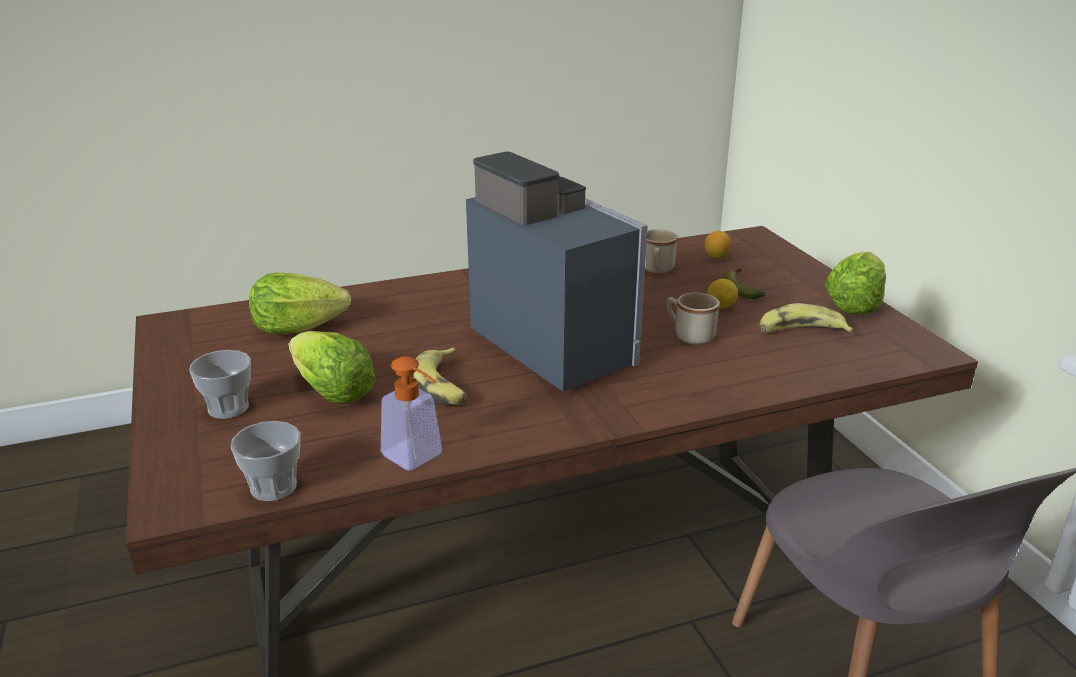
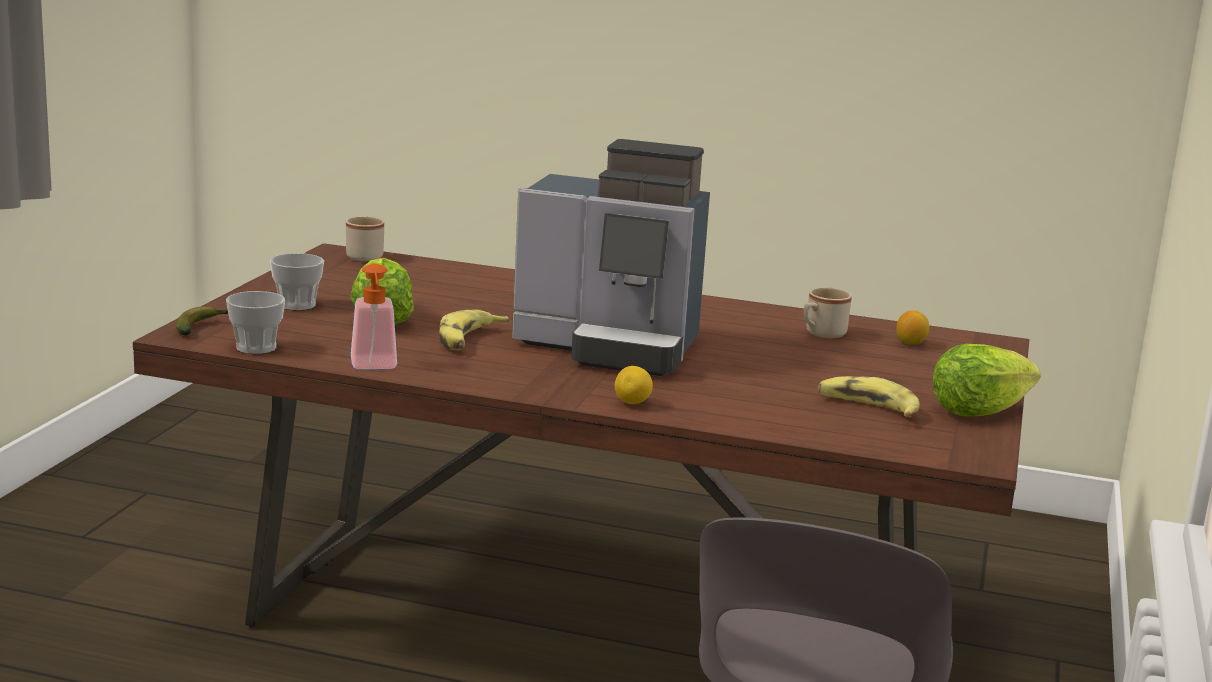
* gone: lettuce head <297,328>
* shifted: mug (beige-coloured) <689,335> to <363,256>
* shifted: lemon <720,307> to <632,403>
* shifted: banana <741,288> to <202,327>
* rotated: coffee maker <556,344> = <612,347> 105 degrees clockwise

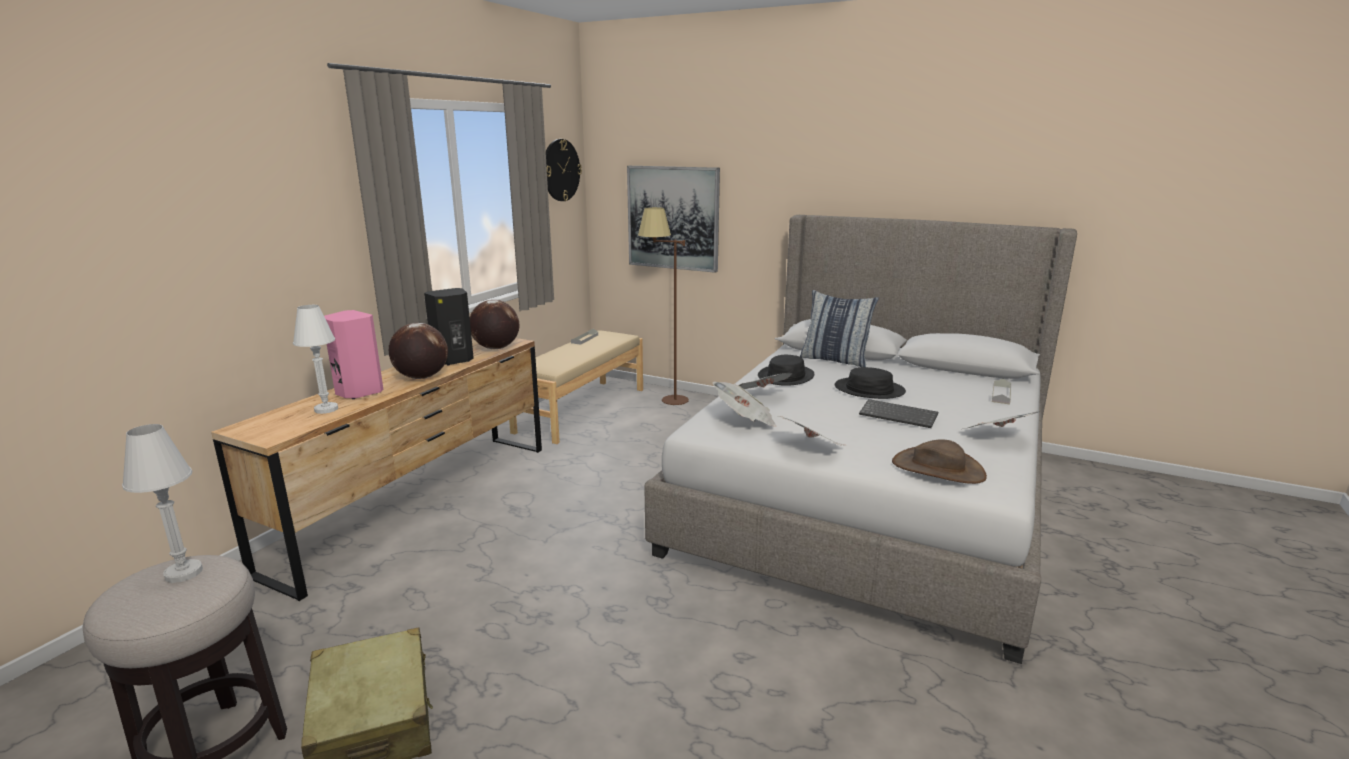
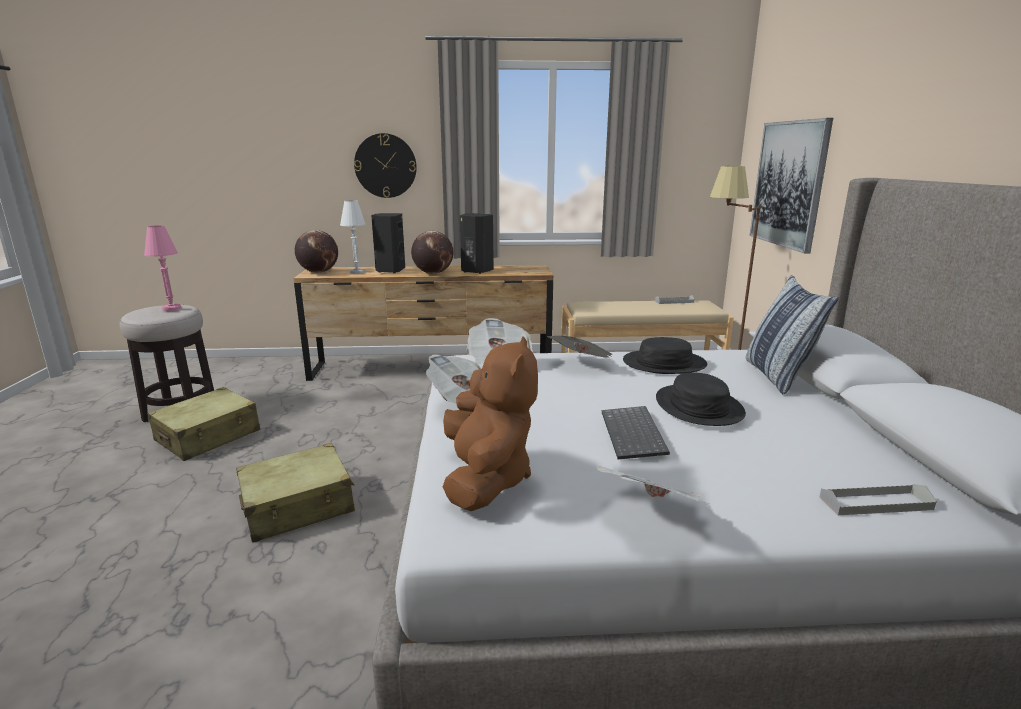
* new: suitcase (beige-coloured) <298,506>
* shifted: globe <496,348> to <318,272>
* shifted: hanging clock <560,170> to <385,166>
* swapped: clothing hat (brown-coloured) <938,469> to soft toy (brown-coloured) <486,479>
* repainted: table lamp (white) <184,573> to table lamp (pinkish) <171,308>
* repainted: speaker (pinkish) <357,392> to speaker (black) <390,270>

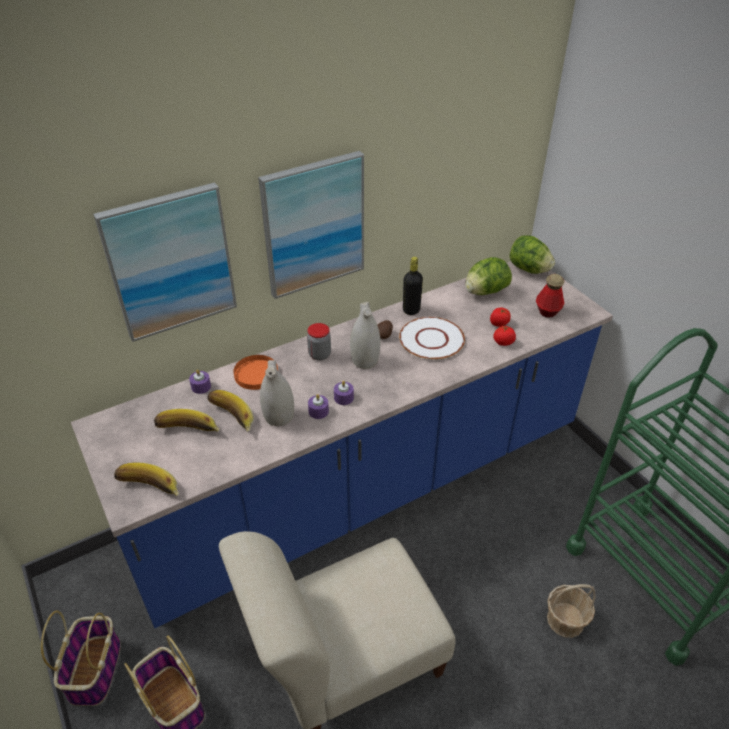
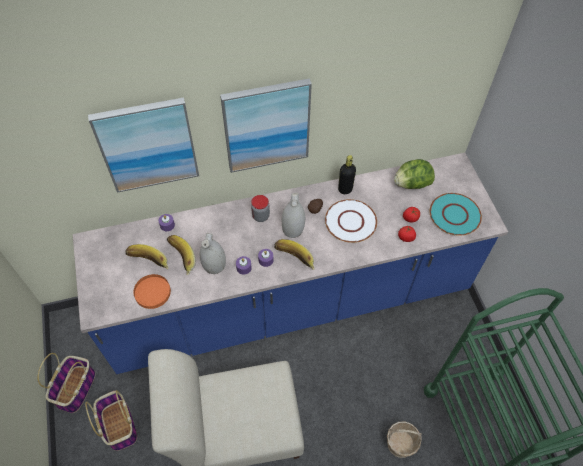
* gone: lettuce head <528,269>
* shifted: banana <148,490> to <294,259>
* shifted: dinner plate (orangey) <256,374> to <152,292>
* swapped: drink bottle <547,311> to dinner plate (turquoise) <455,215>

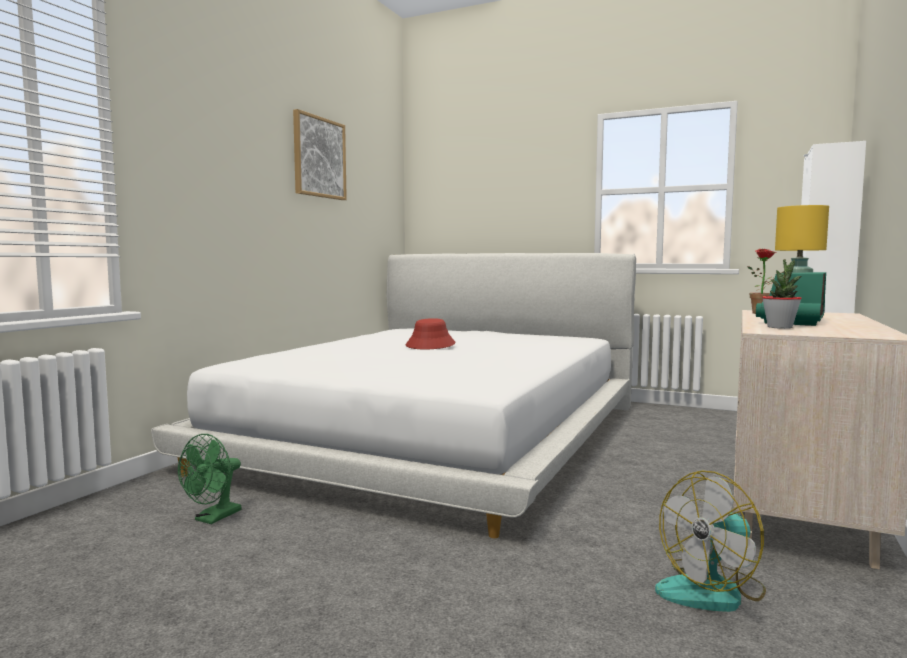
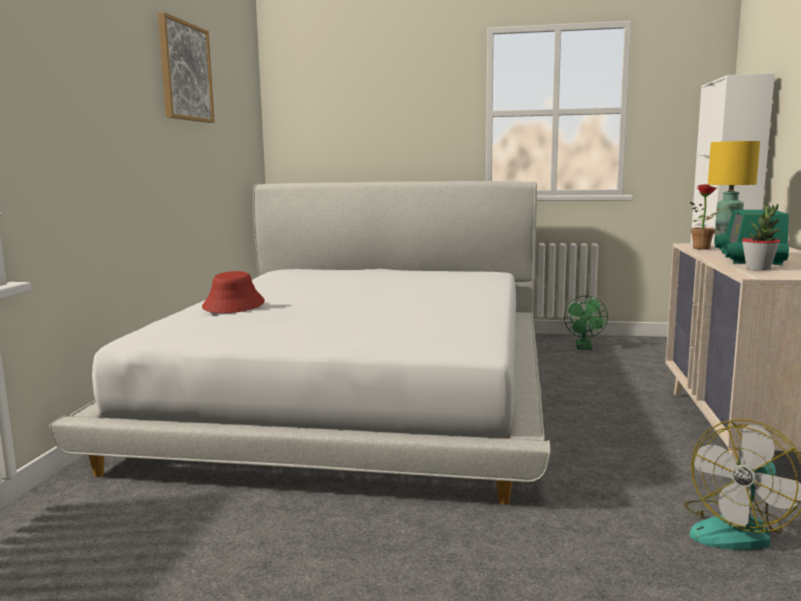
* shifted: fan (green-coloured) <213,518> to <584,347>
* shifted: clothing hat (red) <430,345> to <234,305>

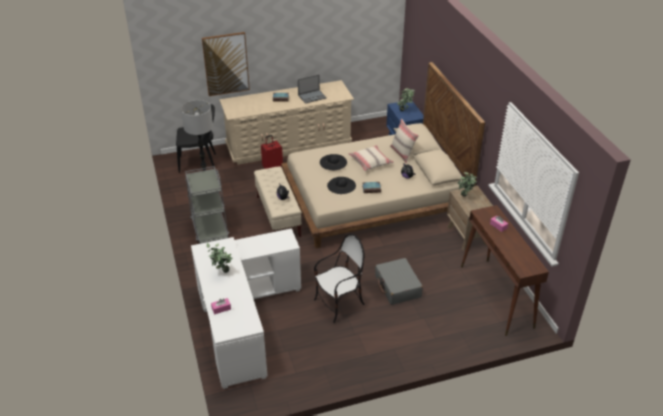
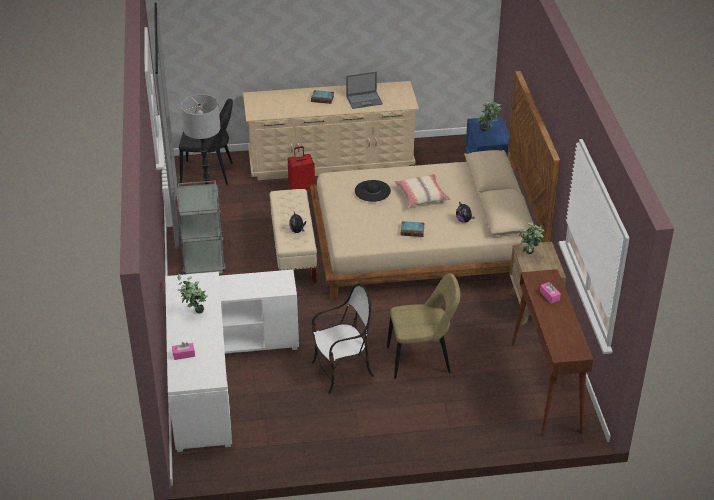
* gone: wall art <226,64>
* gone: clothing hat (black) <341,185>
* gone: cushion (beige-coloured) <402,153>
* swapped: suitcase (gray) <397,287> to chair (beige-coloured) <422,360>

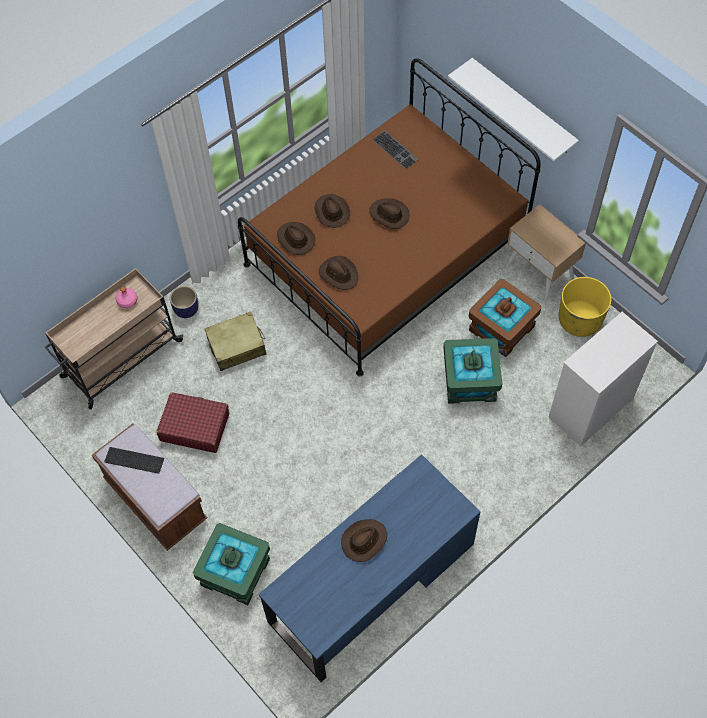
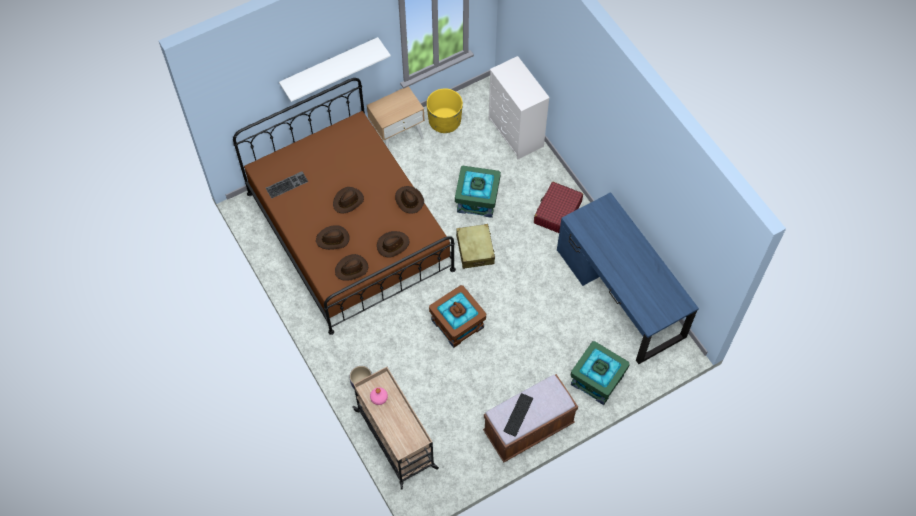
* shifted: suitcase (red) <194,427> to <557,212>
* shifted: suitcase (beige-coloured) <237,346> to <475,250>
* shifted: clothing hat (brown-coloured) <364,540> to <409,200>
* shifted: storage bin (brown-coloured) <502,328> to <458,323>

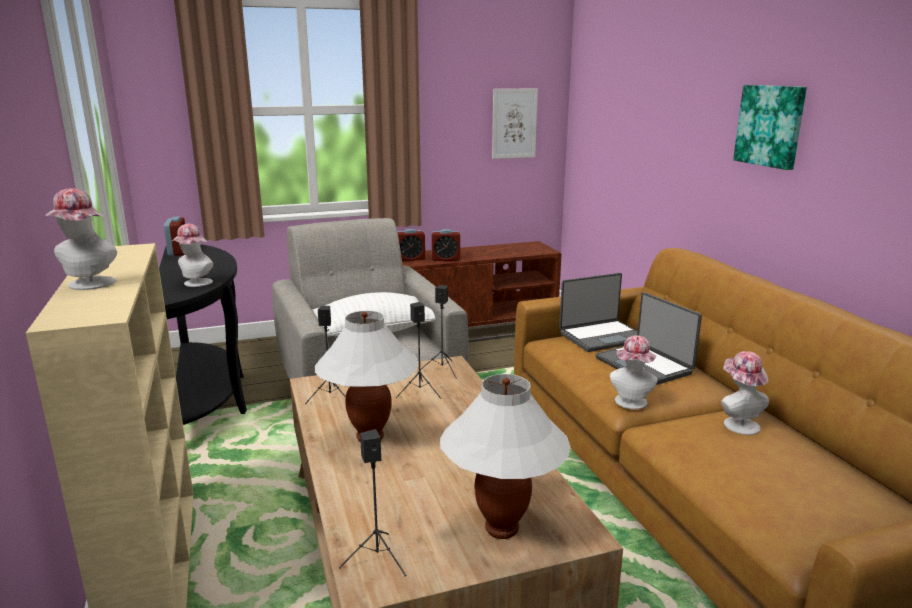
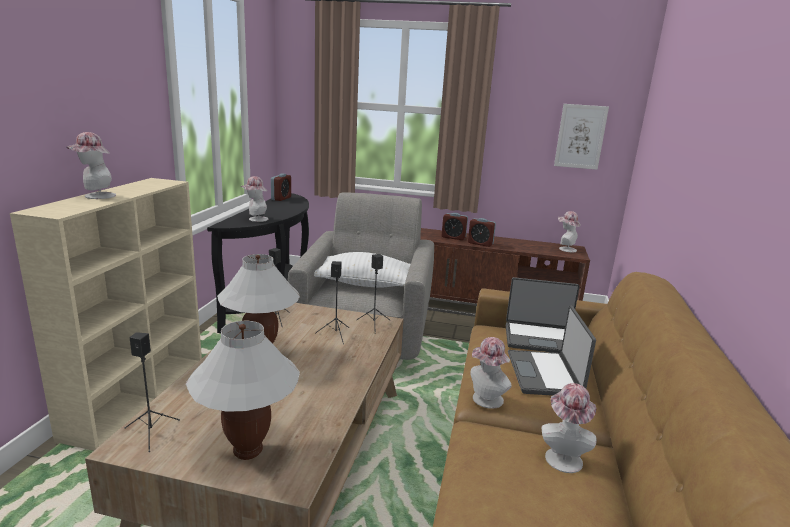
* gone: wall art <771,126>
* new: clothing hat <565,249>

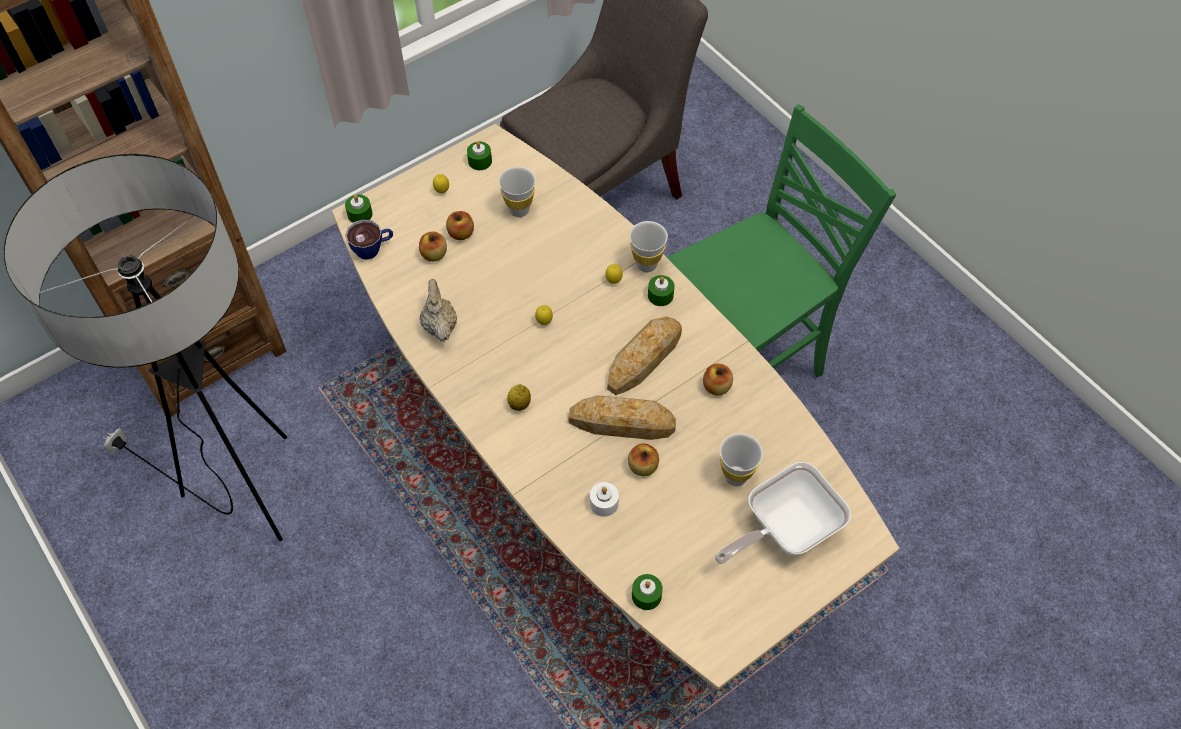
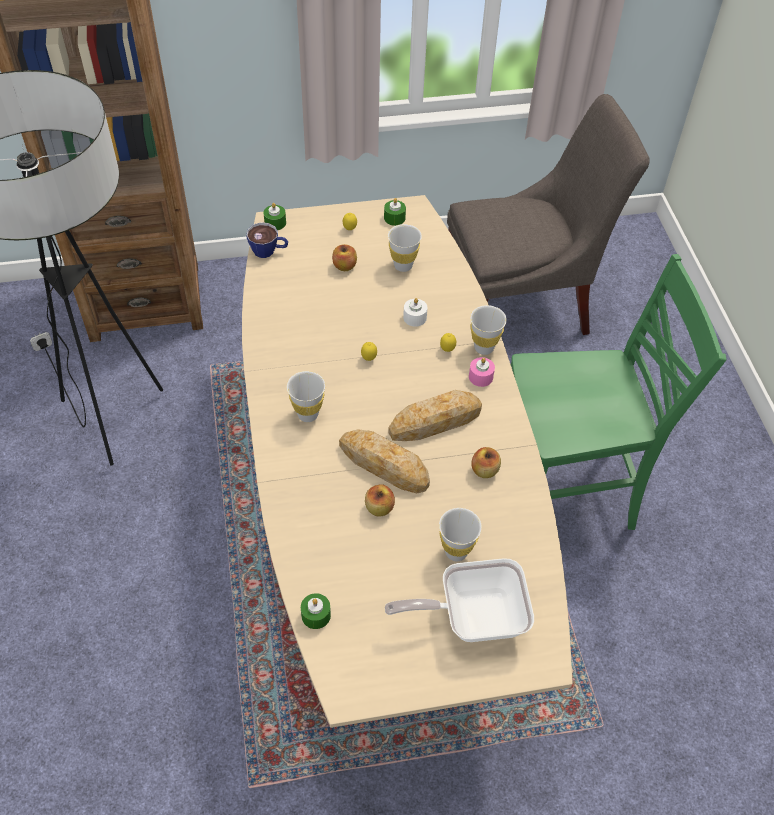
* gone: apple fruit <434,255>
* gone: tea pot (beige-coloured) <439,325>
* shifted: wax candle (white) <604,503> to <415,317>
* swapped: lemon <519,404> to drinking cup (white) <308,414>
* repainted: wax candle (green-coloured) <660,295> to wax candle (pinkish) <480,377>

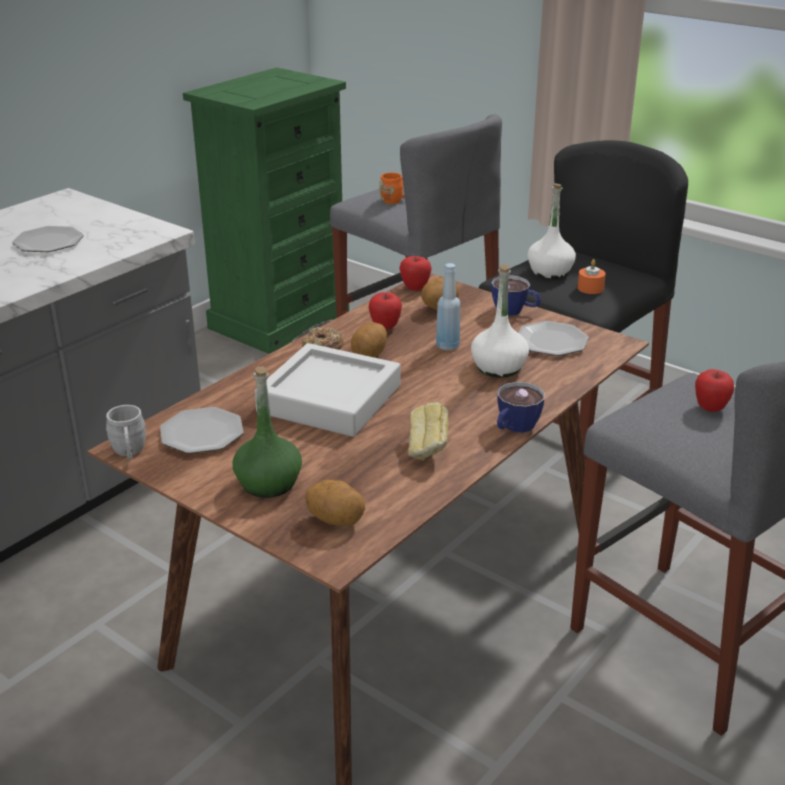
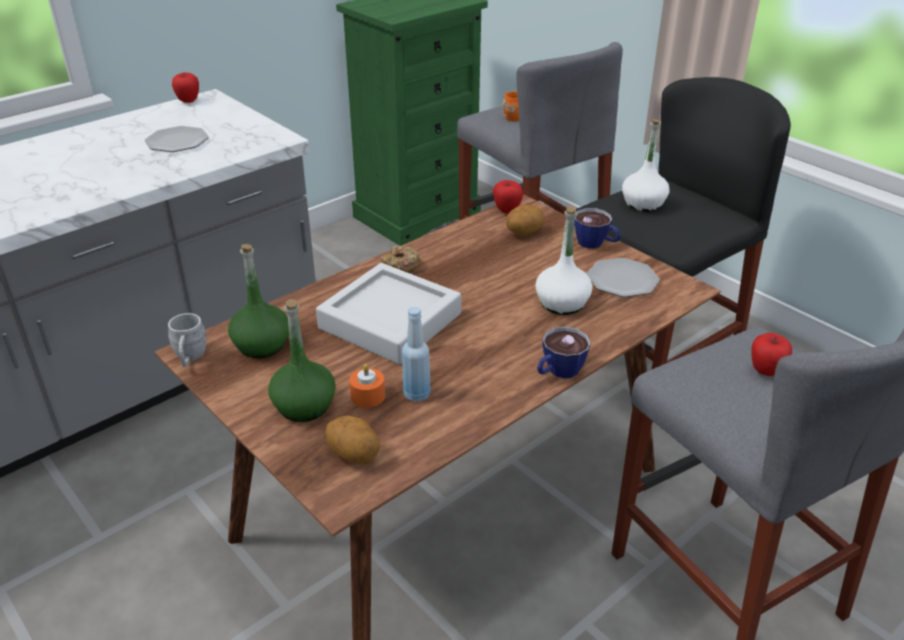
* gone: spud <369,355>
* gone: bakery bread <427,450>
* shifted: apple fruit <385,327> to <188,101>
* shifted: drink bottle (blue) <447,346> to <416,394>
* shifted: wax candle (orangey) <590,288> to <368,396>
* swapped: dinner plate <202,433> to drink bottle (green-coloured) <262,344>

